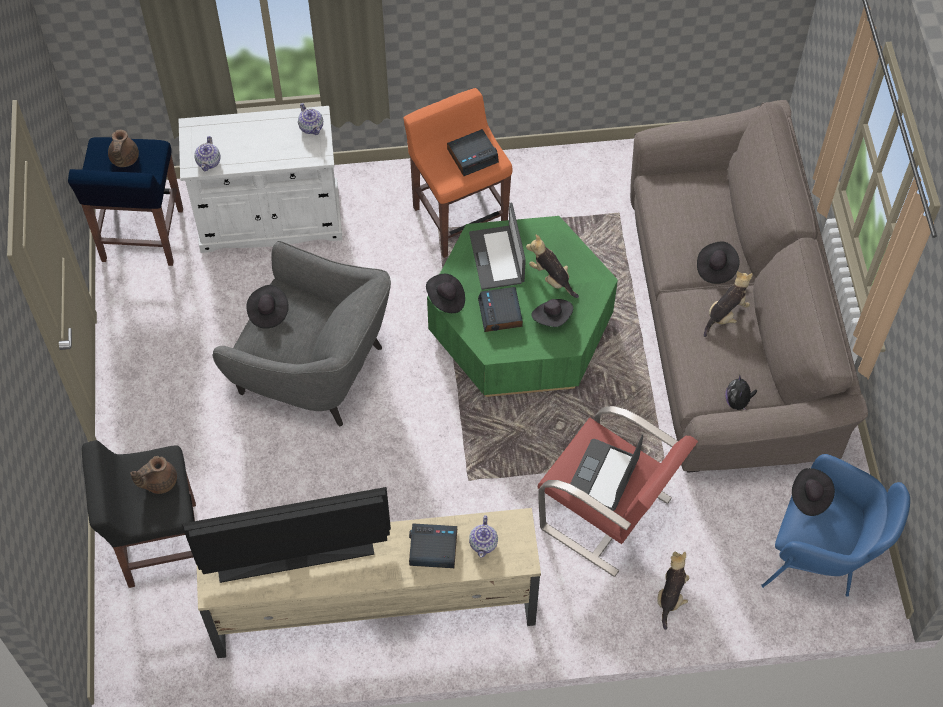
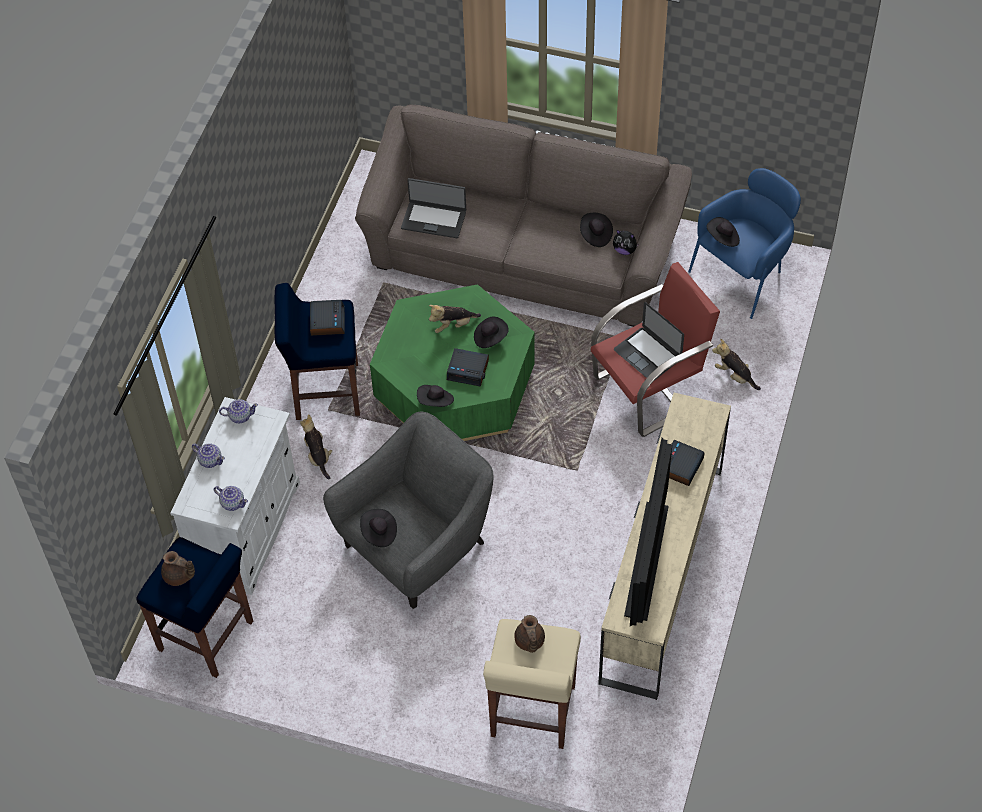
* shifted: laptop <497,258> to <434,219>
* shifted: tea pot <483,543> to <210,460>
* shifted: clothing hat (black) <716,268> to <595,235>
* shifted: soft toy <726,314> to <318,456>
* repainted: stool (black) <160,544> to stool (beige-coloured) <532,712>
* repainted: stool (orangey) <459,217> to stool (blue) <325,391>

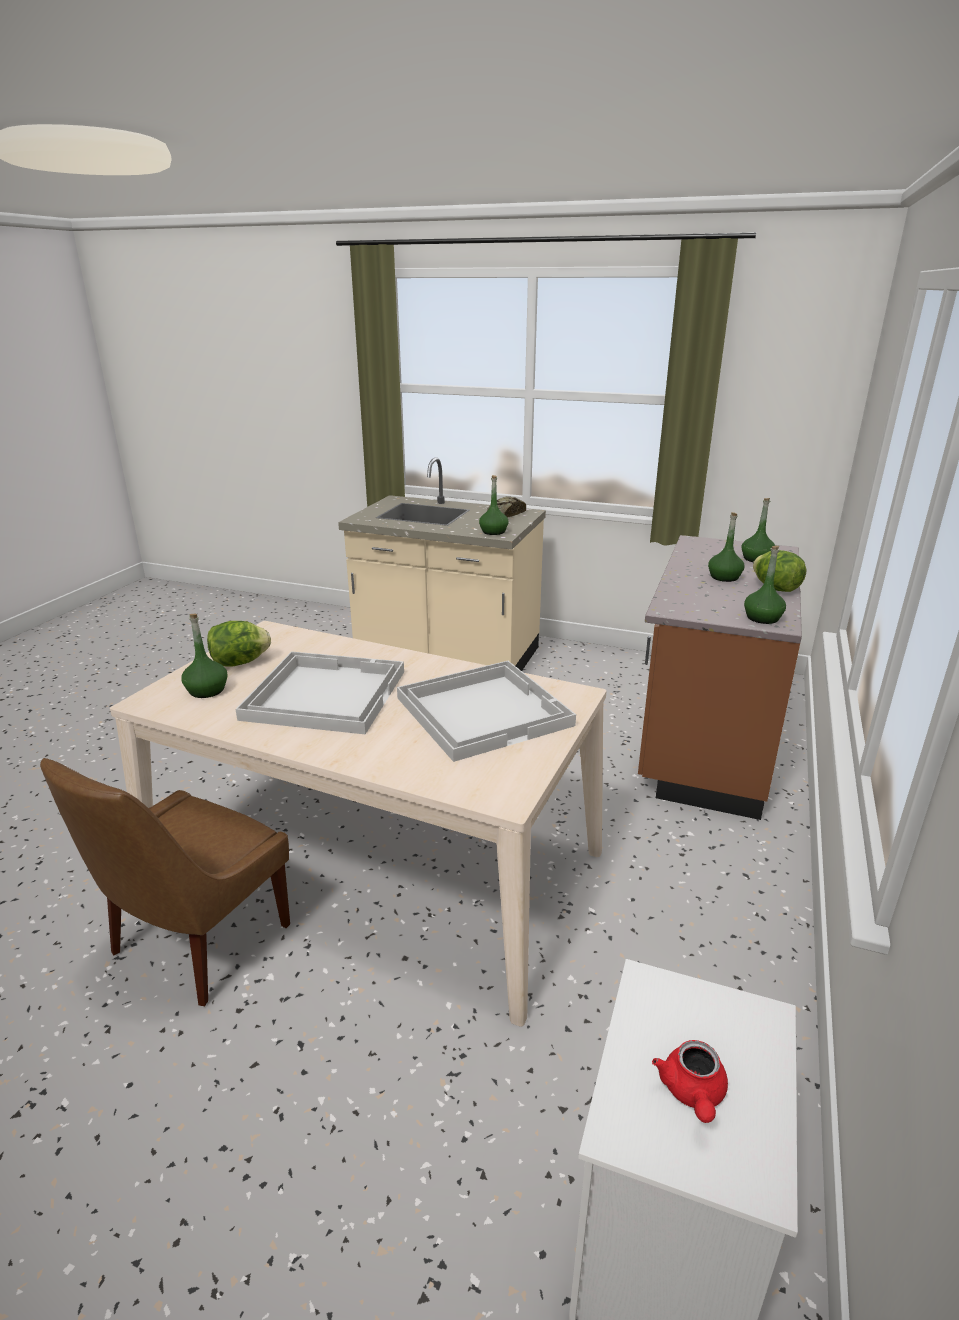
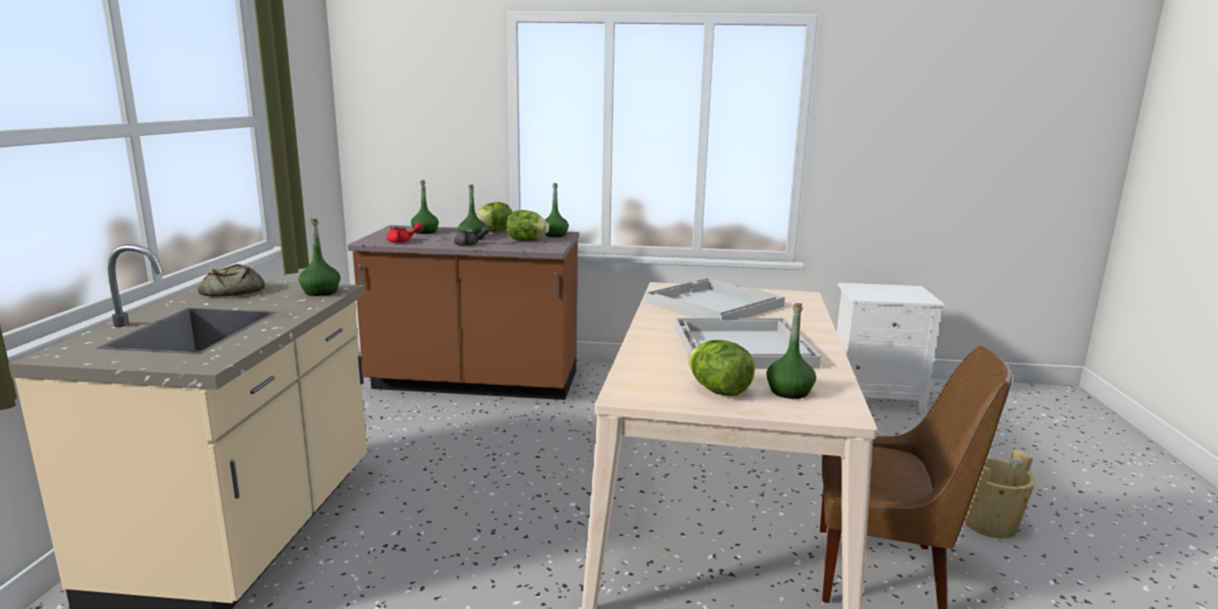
* new: tea pot (gray) <470,245>
* new: lettuce head <526,241>
* new: water bucket (beige-coloured) <989,524>
* shifted: tea pot (red) <692,1093> to <402,241>

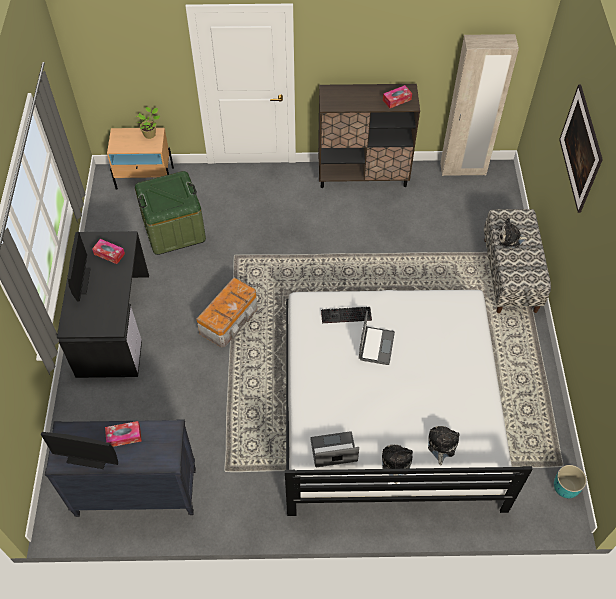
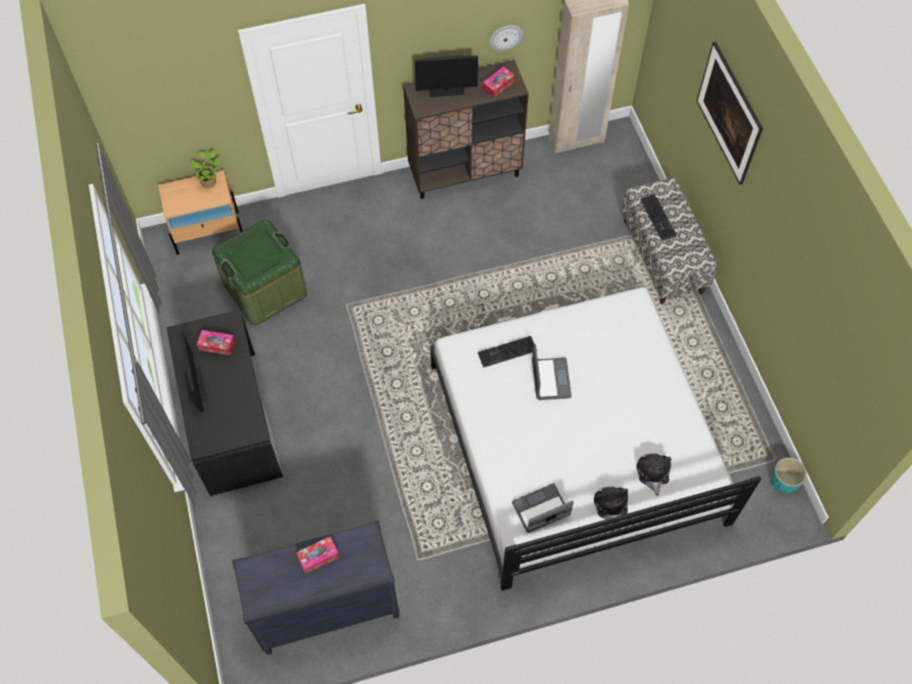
* gone: storage bin <230,320>
* new: hanging clock <505,37>
* shifted: monitor <87,458> to <446,89>
* swapped: soft toy <510,238> to computer keyboard <659,218>

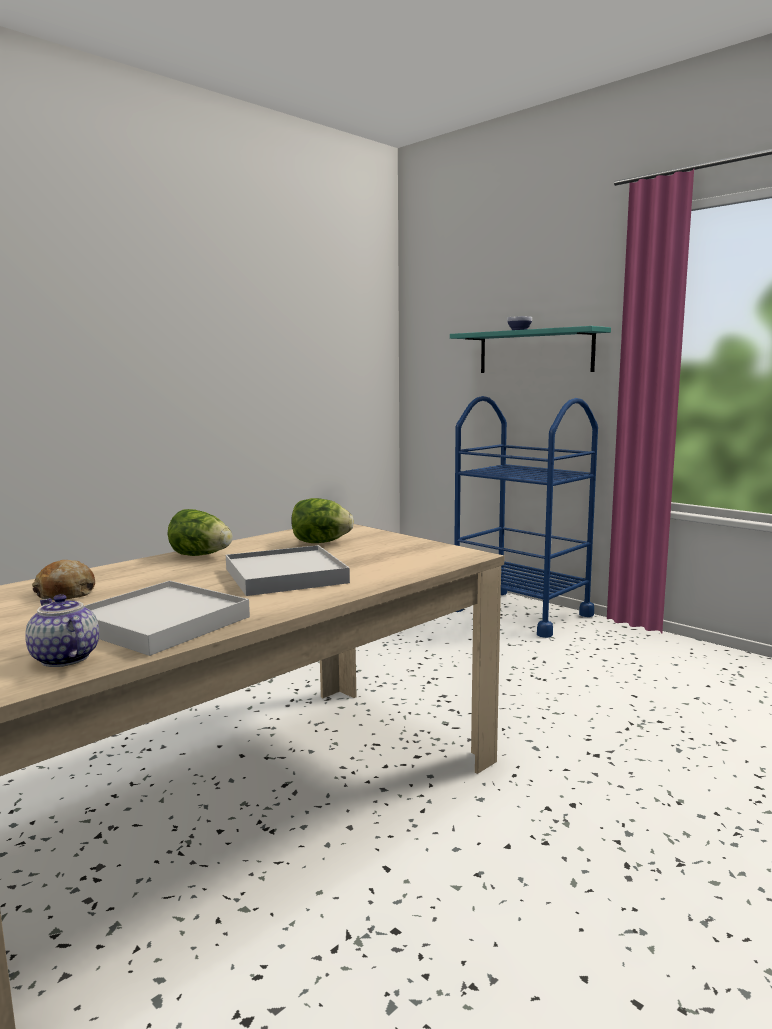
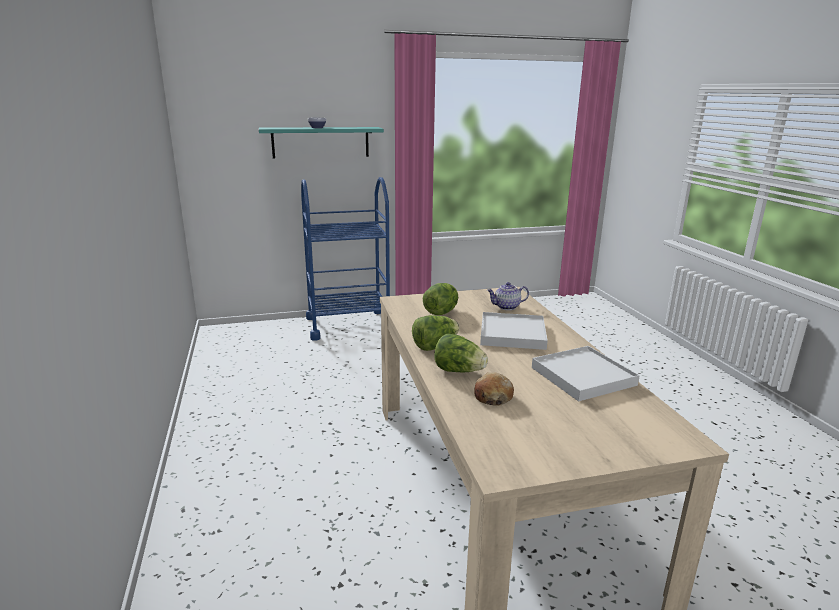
* new: lettuce head <459,371>
* shifted: tea pot <63,658> to <506,307>

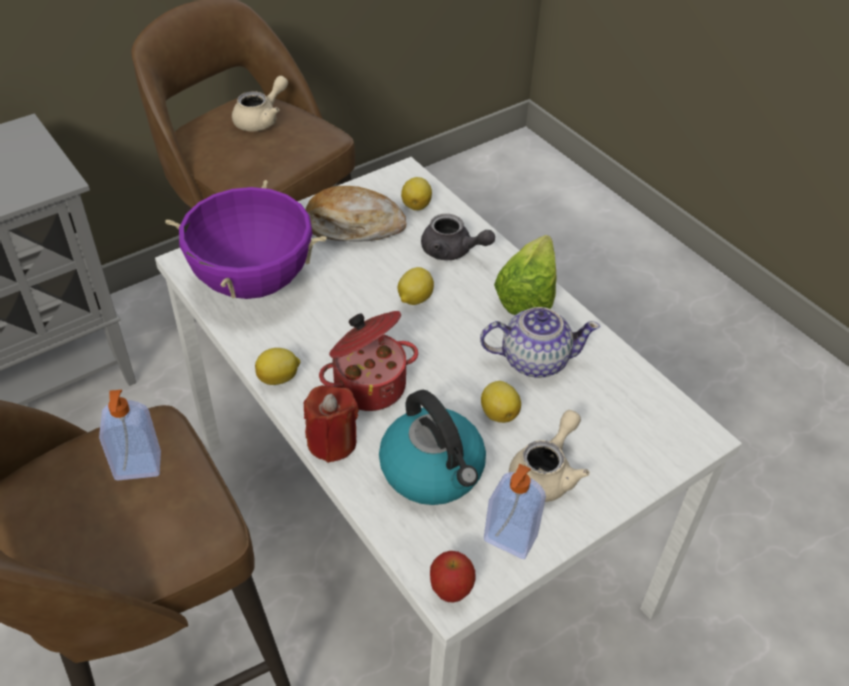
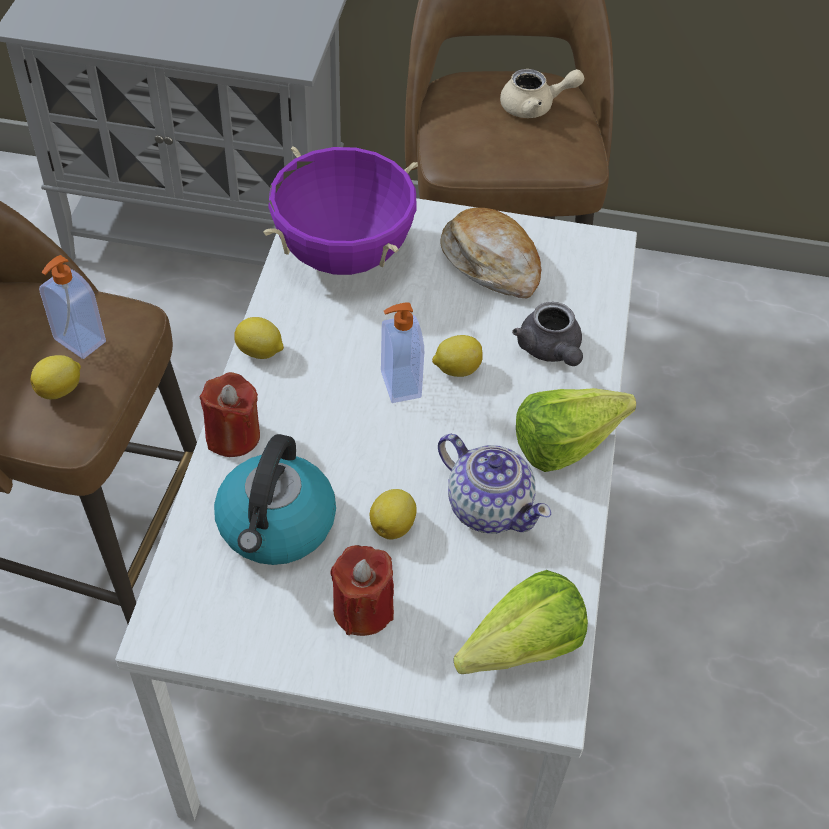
* gone: cooking pot <369,384>
* gone: apple fruit <450,591>
* new: lettuce head <510,651>
* shifted: lemon <416,205> to <61,390>
* shifted: soap dispenser <509,540> to <399,385>
* swapped: tea pot (beige-coloured) <546,473> to wax candle (red) <363,609>

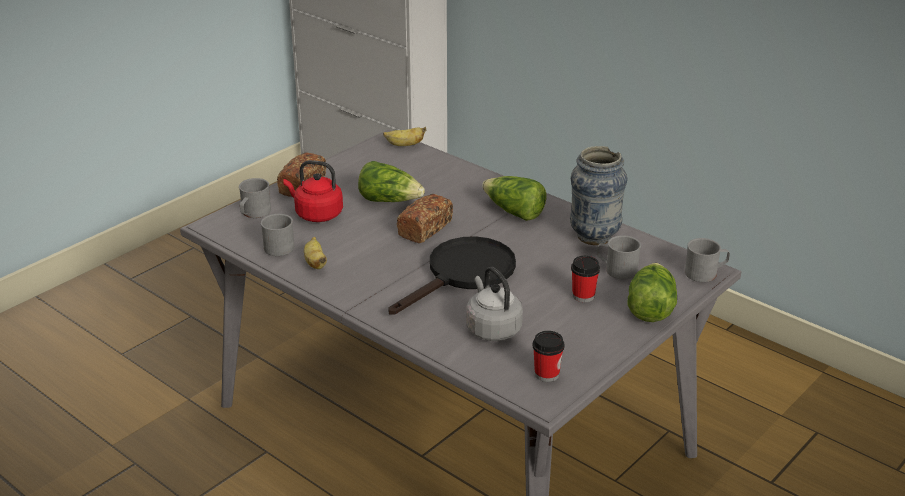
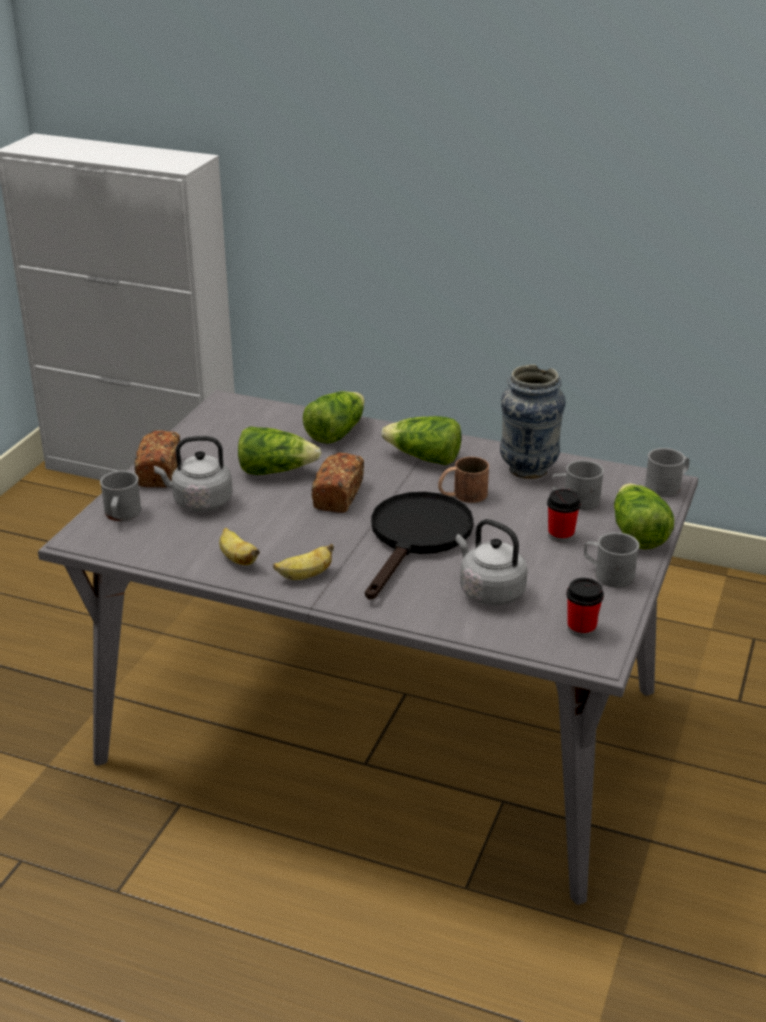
* new: lettuce head <335,433>
* new: mug (brown-coloured) <462,495>
* shifted: mug (gray) <276,246> to <608,574>
* shifted: banana <404,145> to <305,576>
* repainted: tea kettle (red) <316,214> to tea kettle (gray) <199,502>

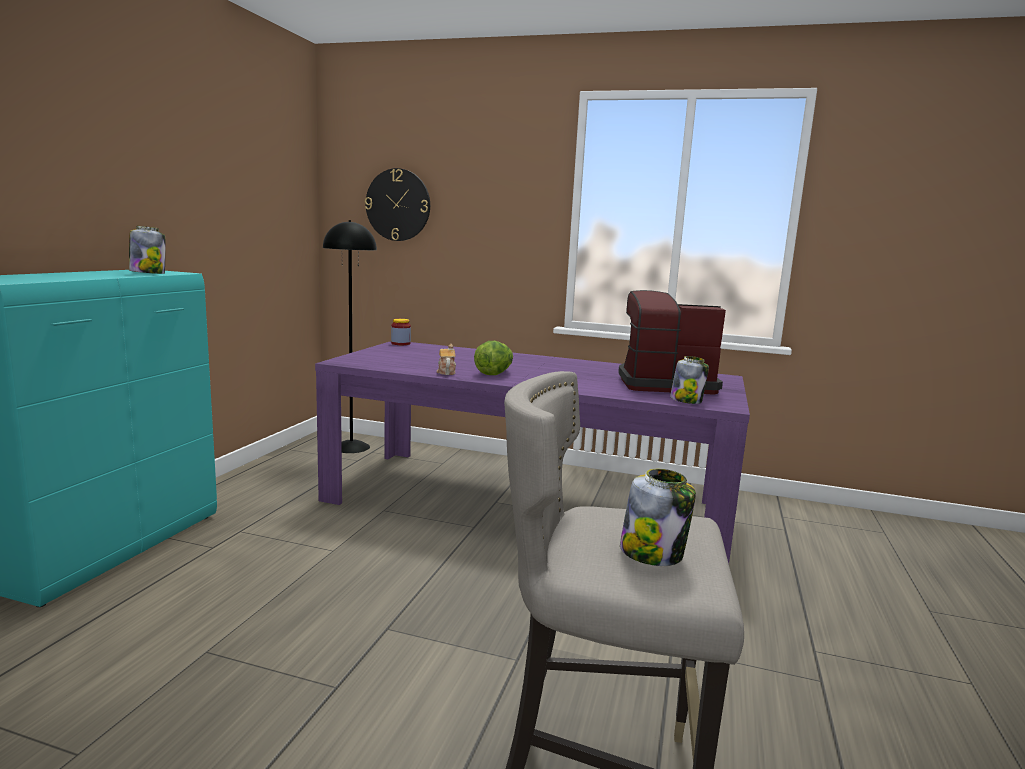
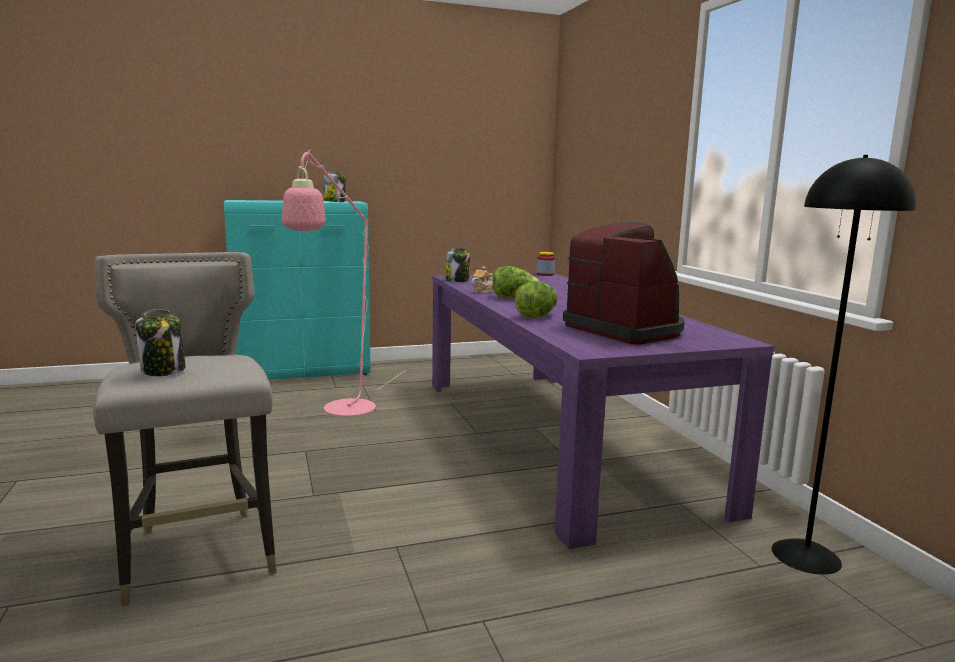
* gone: hanging clock <398,205>
* new: standing lamp (pinkish) <343,412>
* new: lettuce head <536,316>
* shifted: standing lamp (black) <351,447> to <805,556>
* shifted: storage jar <686,400> to <457,280>

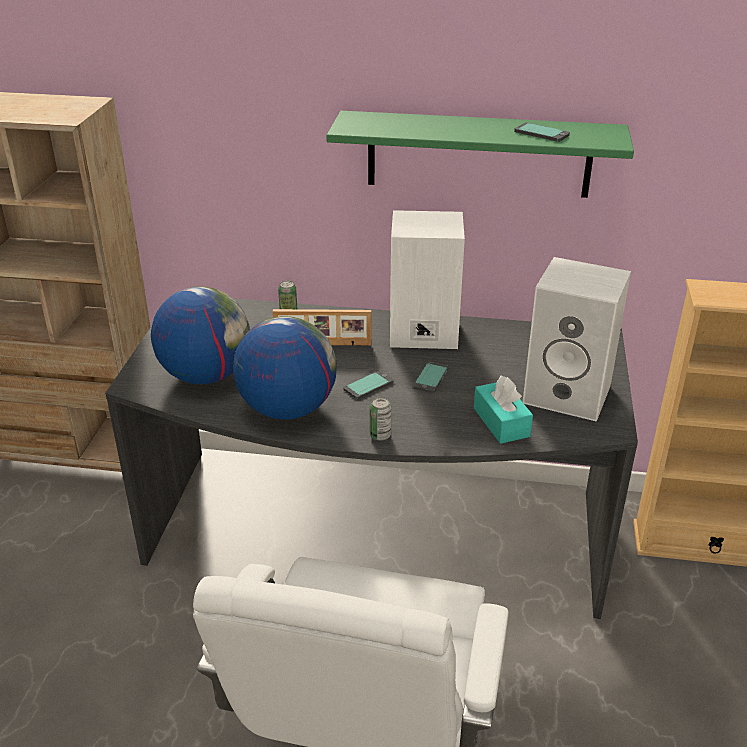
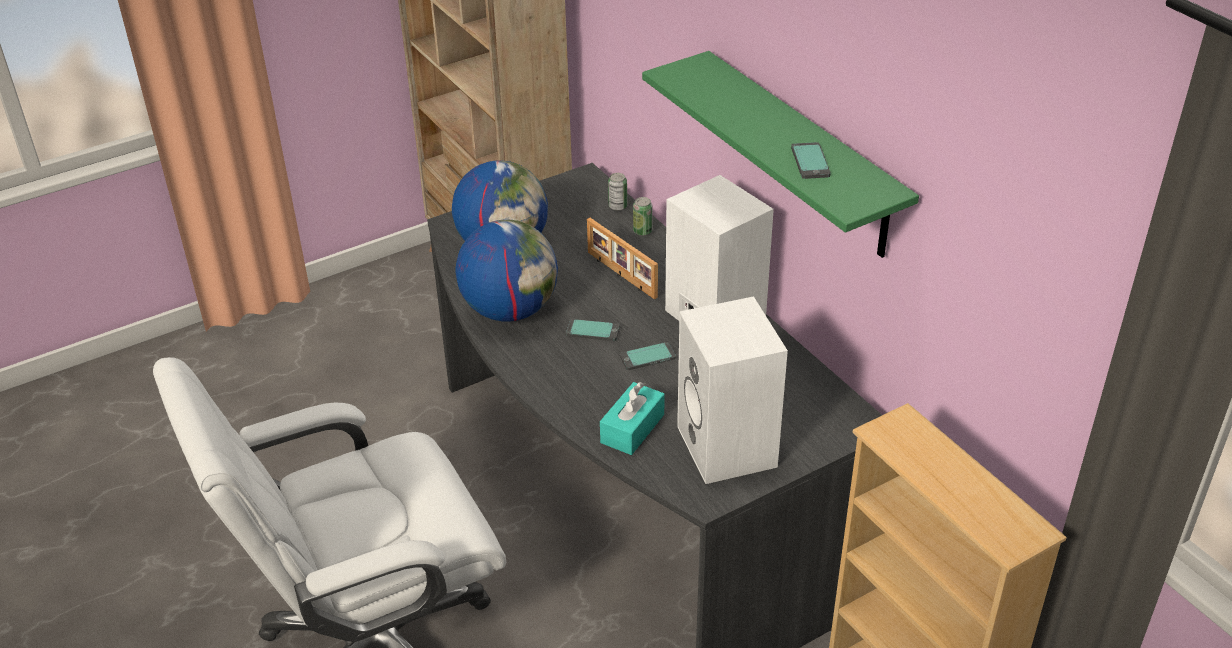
* shifted: sealed can <380,435> to <618,206>

